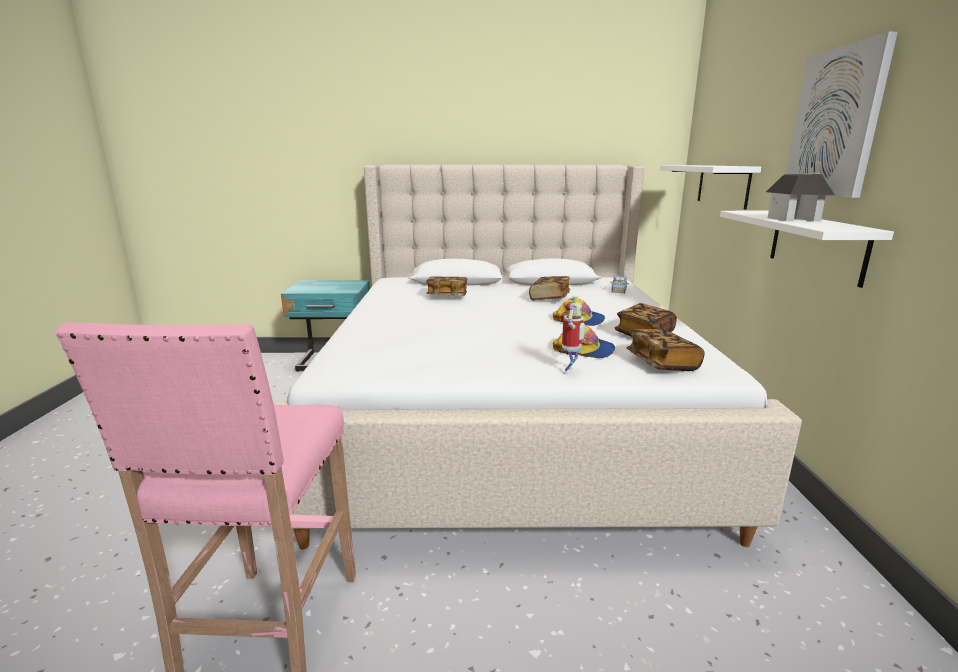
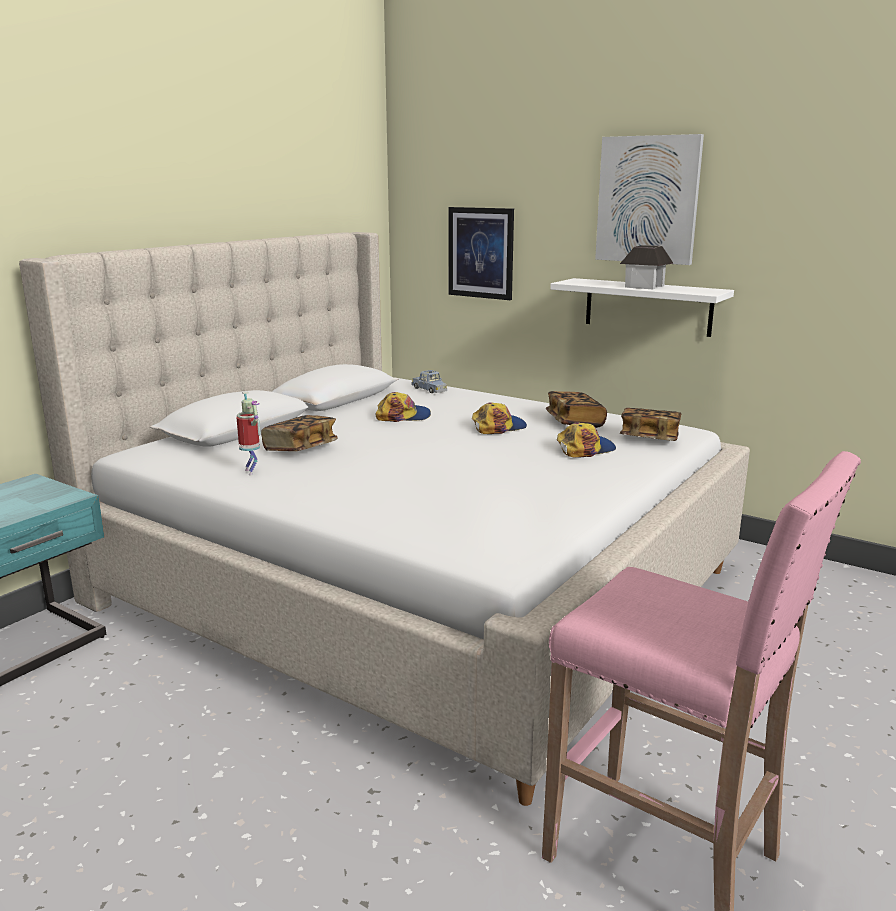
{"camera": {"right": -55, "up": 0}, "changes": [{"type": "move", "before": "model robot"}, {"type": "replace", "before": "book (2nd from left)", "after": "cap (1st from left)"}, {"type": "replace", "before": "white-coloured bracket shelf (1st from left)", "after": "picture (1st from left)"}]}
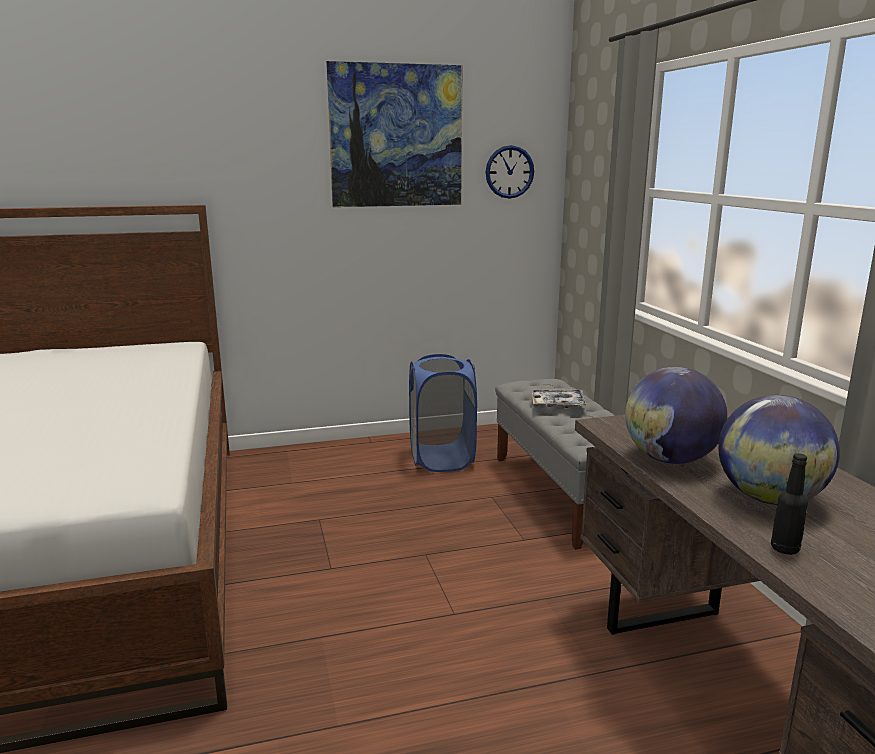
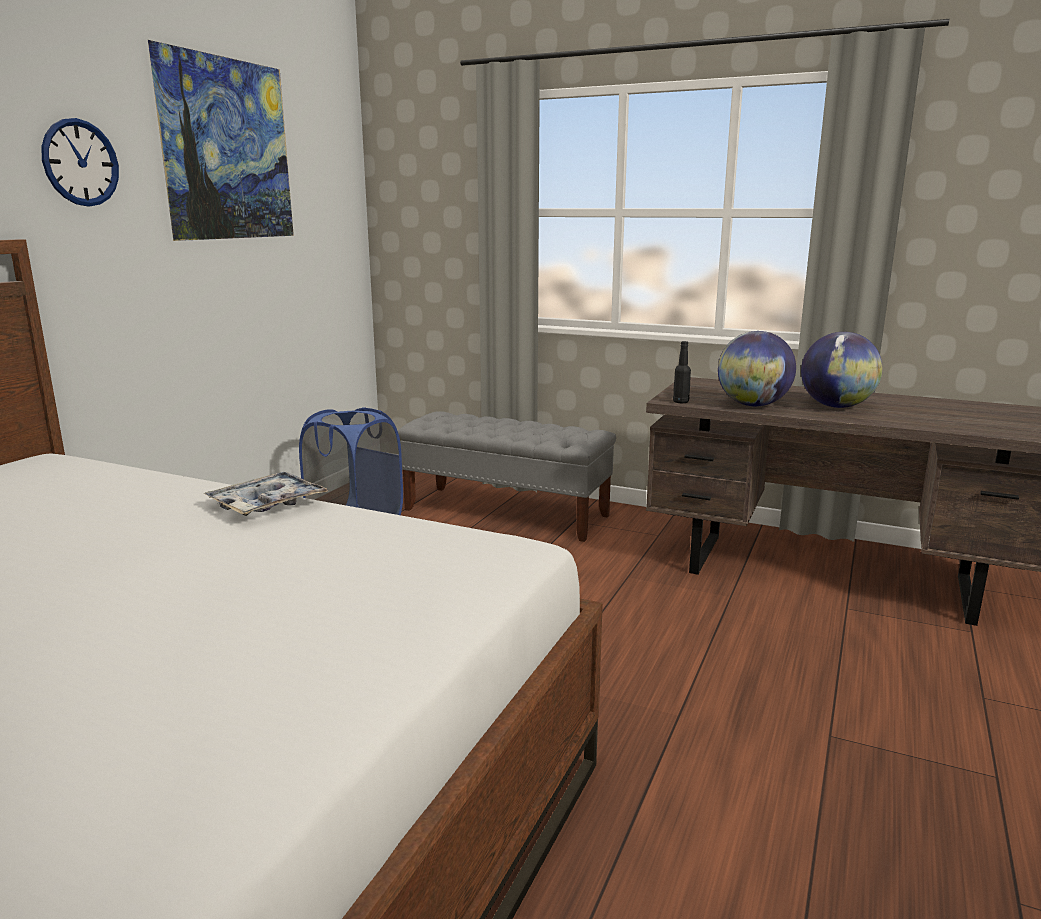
{"camera": {"right": -50, "up": 0}, "changes": [{"type": "move", "before": "clock on the wall"}, {"type": "move", "before": "carrying tray"}, {"type": "move", "before": "black drink bottle"}]}
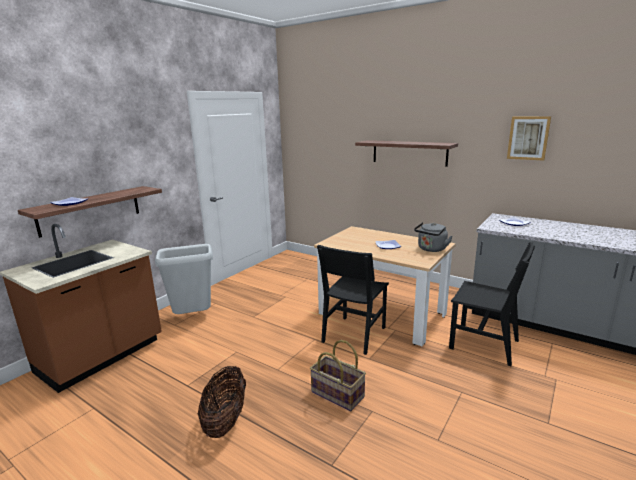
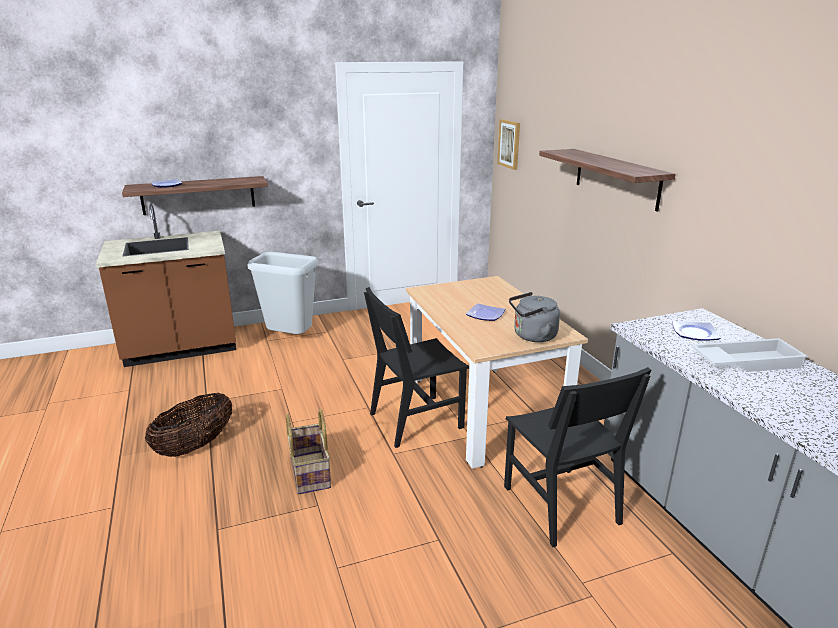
{"camera": {"right": 35, "up": 5}, "changes": [{"type": "move", "before": "picture"}, {"type": "insert", "after": "white-coloured carrying tray"}]}
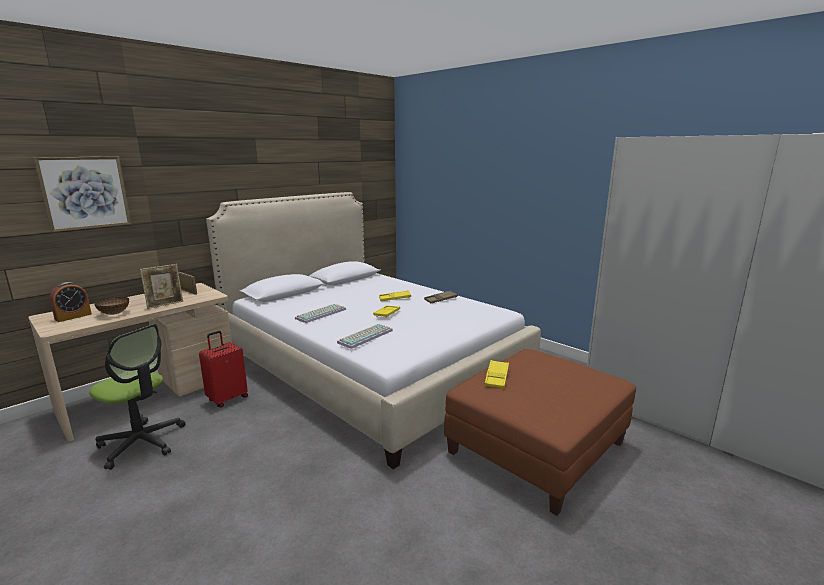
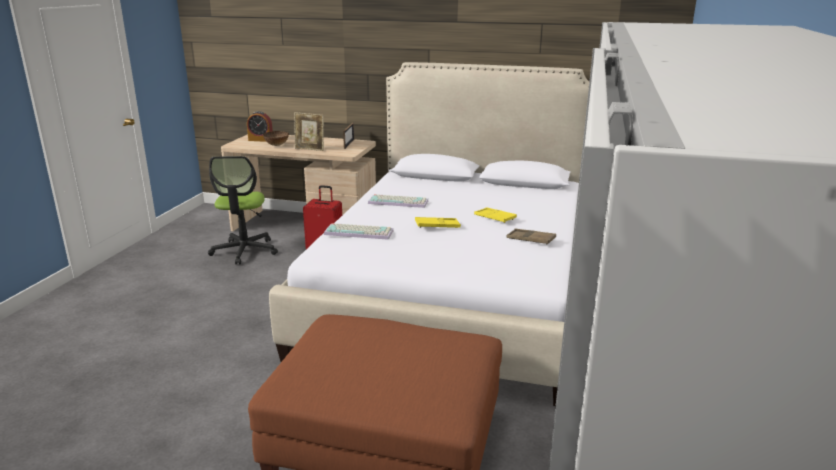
{"camera": {"right": 60, "up": 5}, "changes": [{"type": "delete", "before": "picture"}, {"type": "delete", "before": "yellow-coloured carrying tray (3rd from left)"}]}
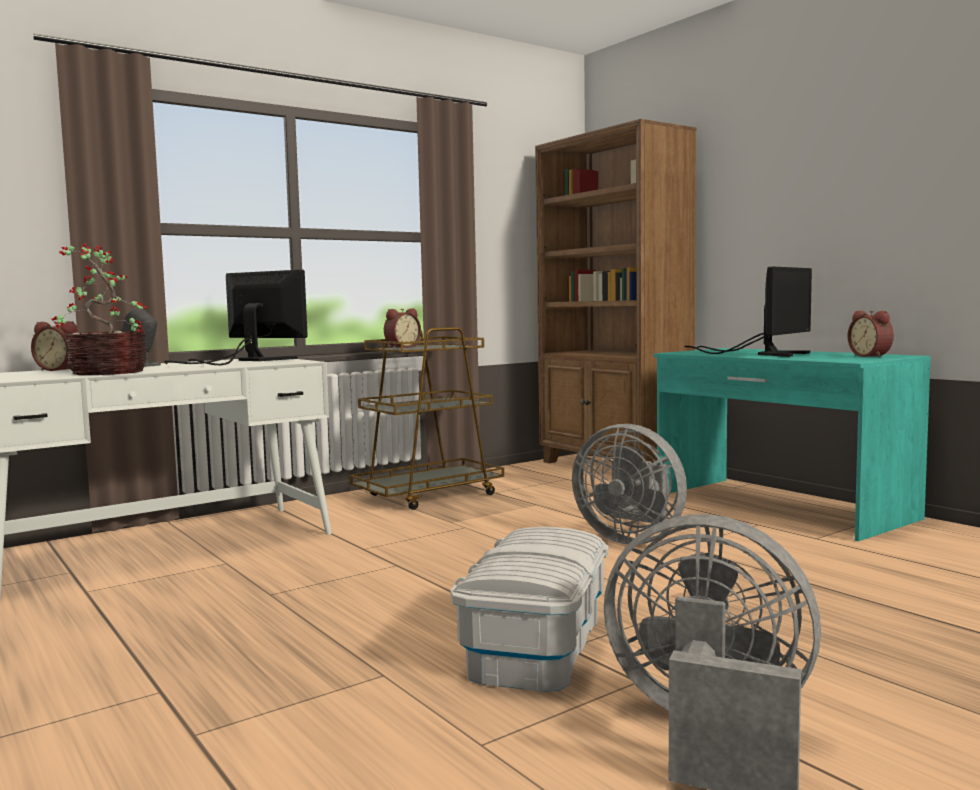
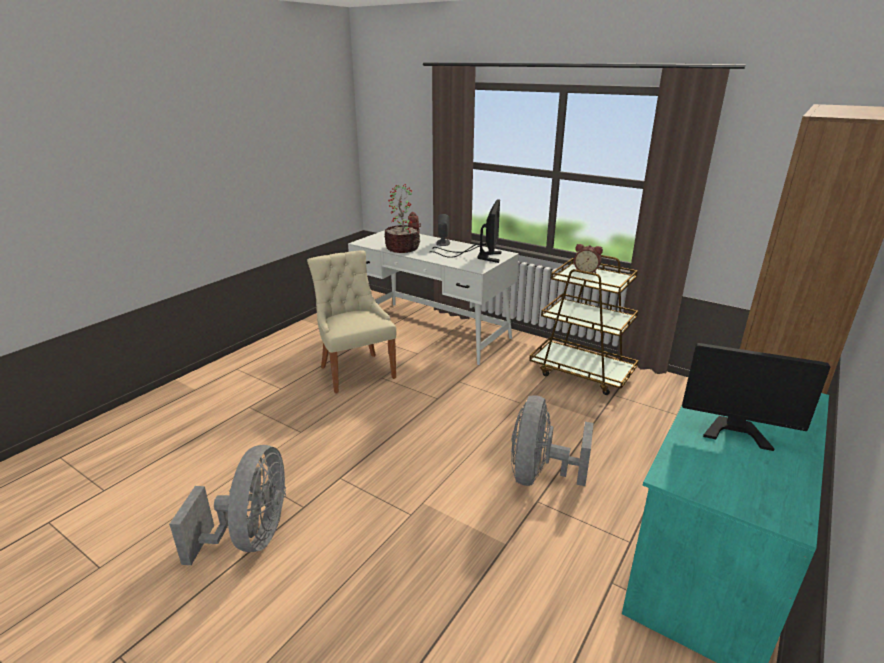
{"camera": {"right": 70, "up": 20}, "changes": [{"type": "insert", "after": "beige-coloured plain chair"}, {"type": "delete", "before": "white-coloured storage box"}, {"type": "delete", "before": "bedside clock (3rd from left)"}]}
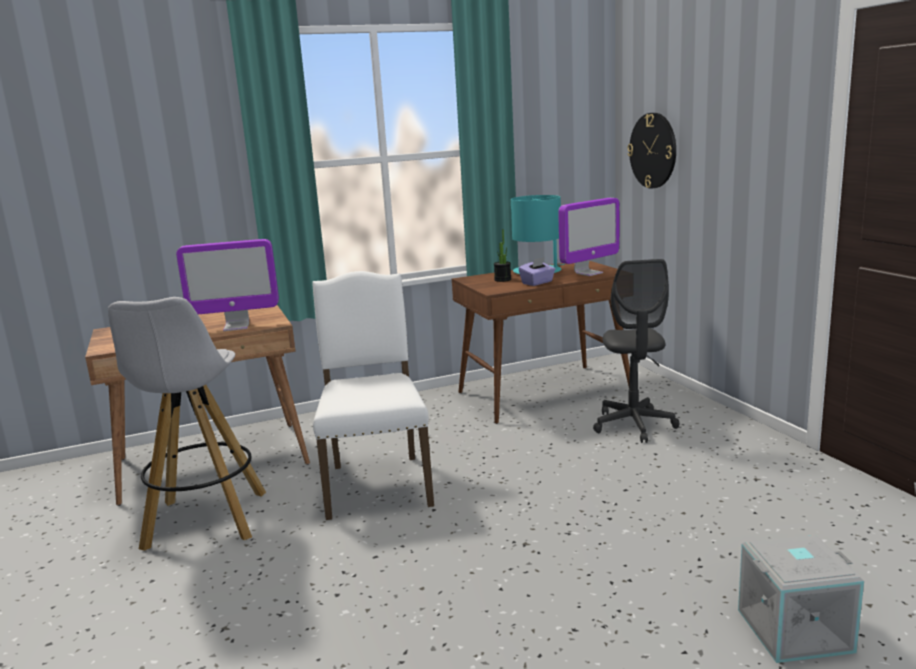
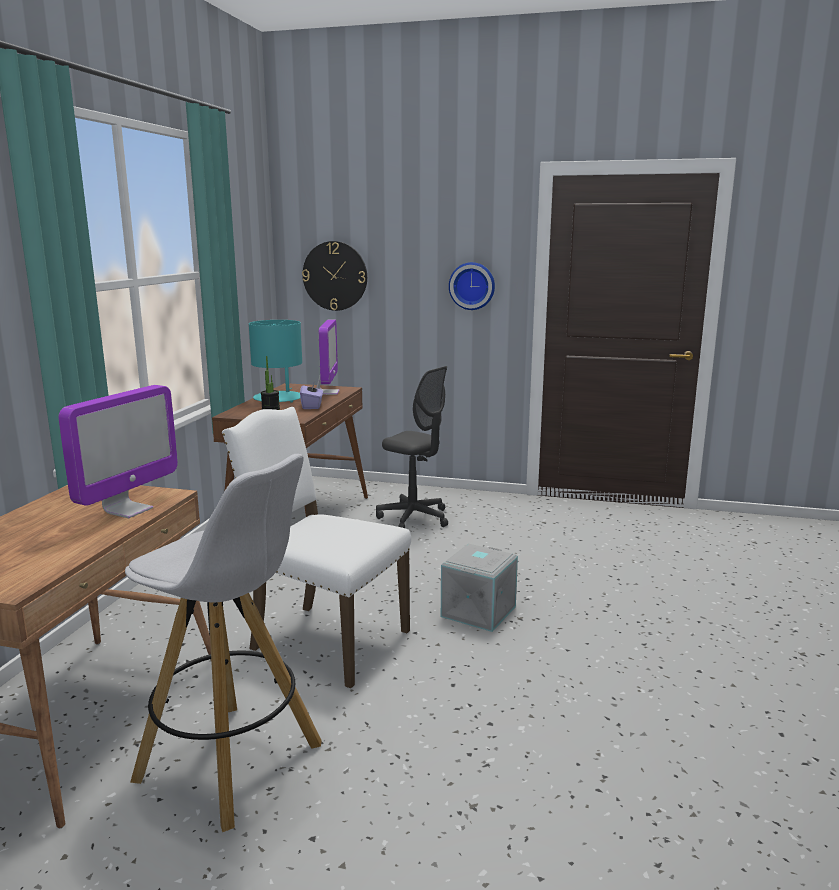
{"camera": {"right": -55, "up": 0}, "changes": [{"type": "move", "before": "greyish storage box"}, {"type": "insert", "after": "clock on the wall (2nd from left)"}]}
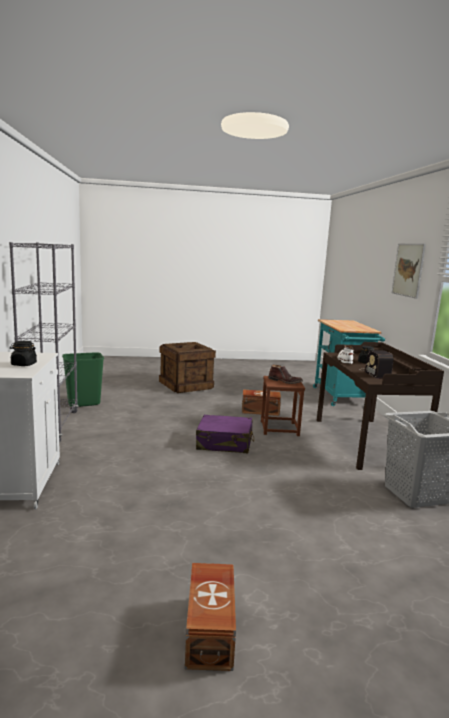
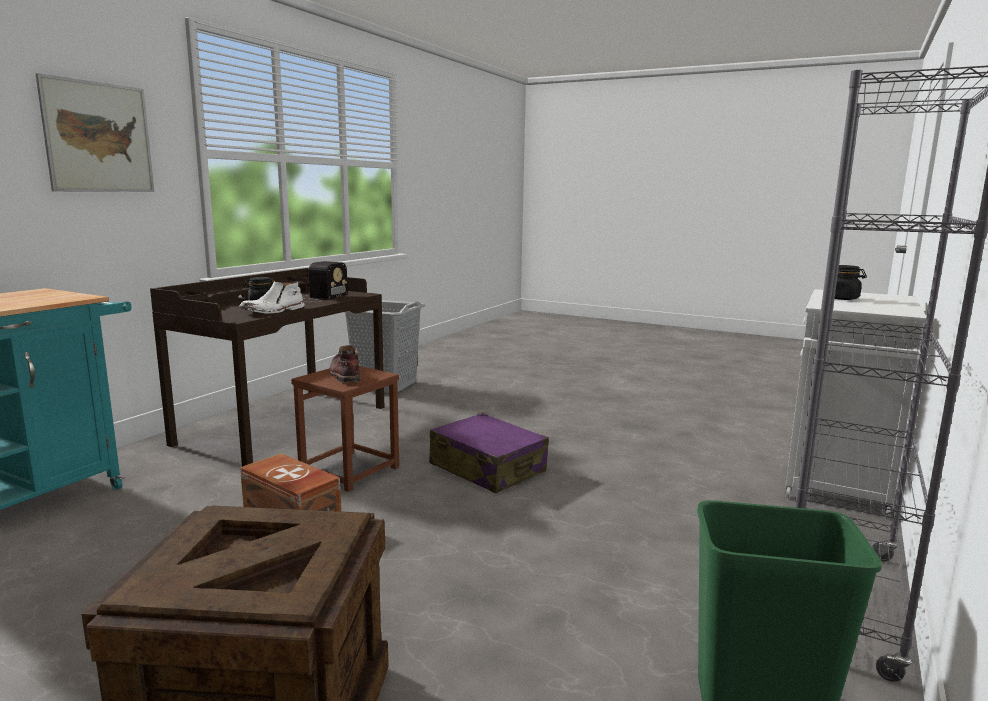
{"camera": {"right": -145, "up": 0}, "changes": [{"type": "delete", "before": "brown storage box (1st from left)"}]}
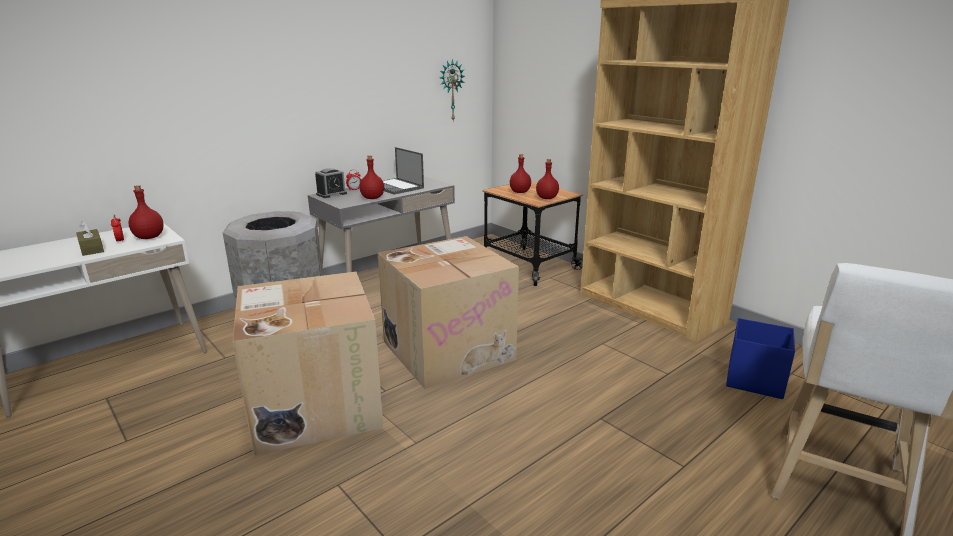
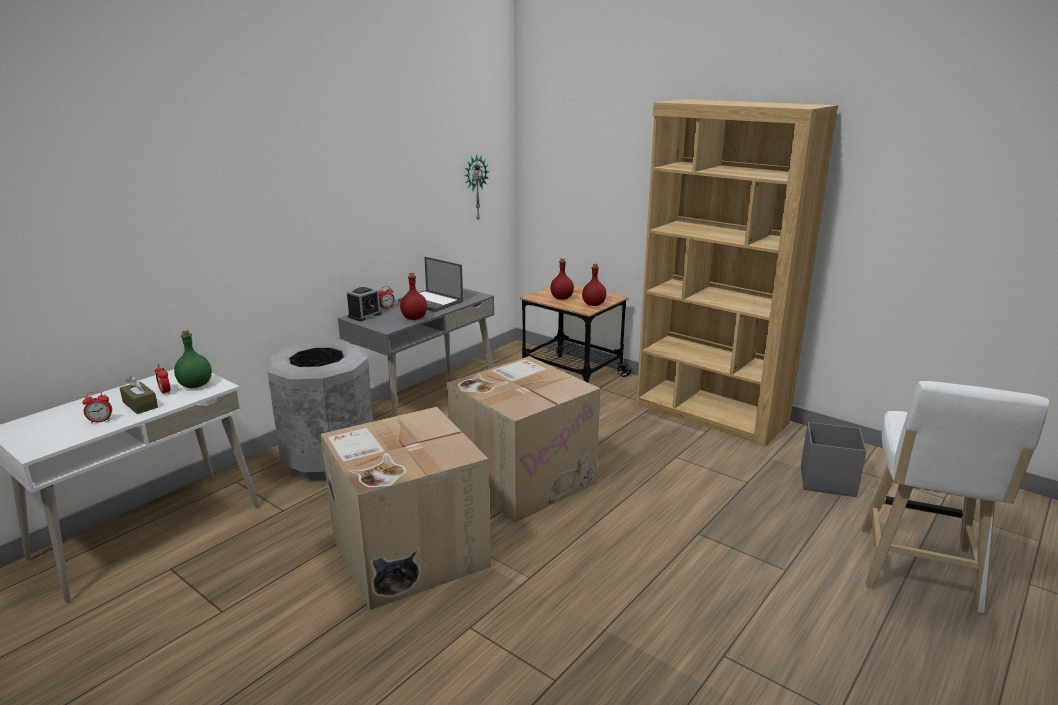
{"camera": {"right": -10, "up": 0}, "changes": [{"type": "insert", "after": "bedside clock (1st from left)"}, {"type": "recolor", "before": "red drink bottle (1st from left)", "after": "greenish drink bottle"}, {"type": "recolor", "before": "bluish storage box", "after": "greyish storage box"}]}
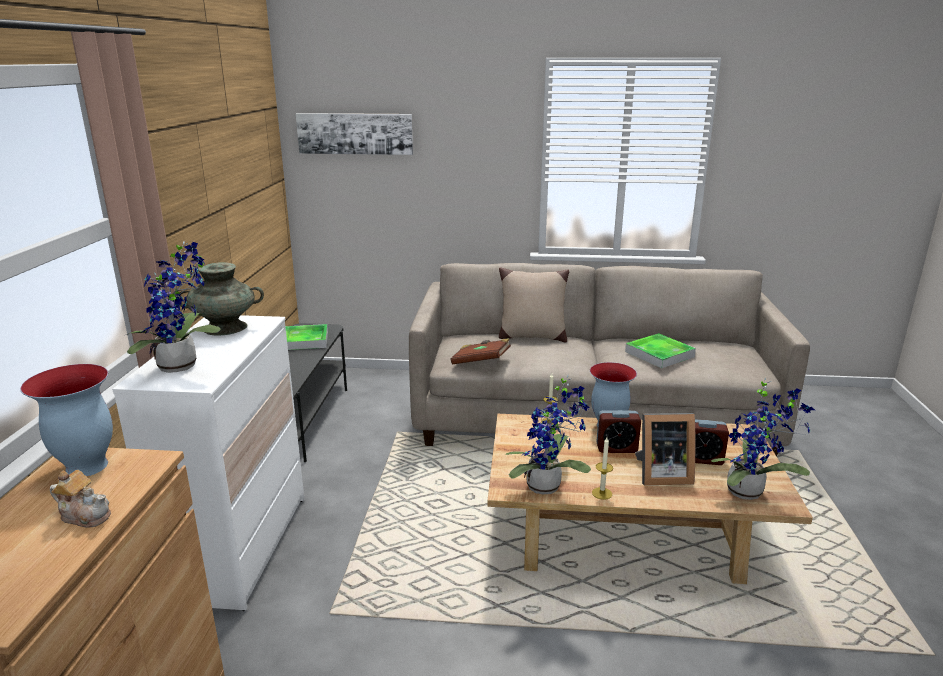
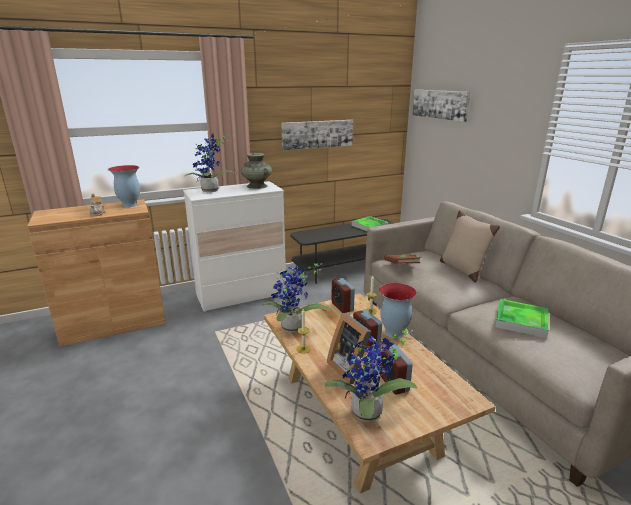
{"camera": {"right": 60, "up": 0}, "changes": [{"type": "insert", "after": "picture (1st from left)"}, {"type": "insert", "after": "bedside clock (1st from left)"}]}
